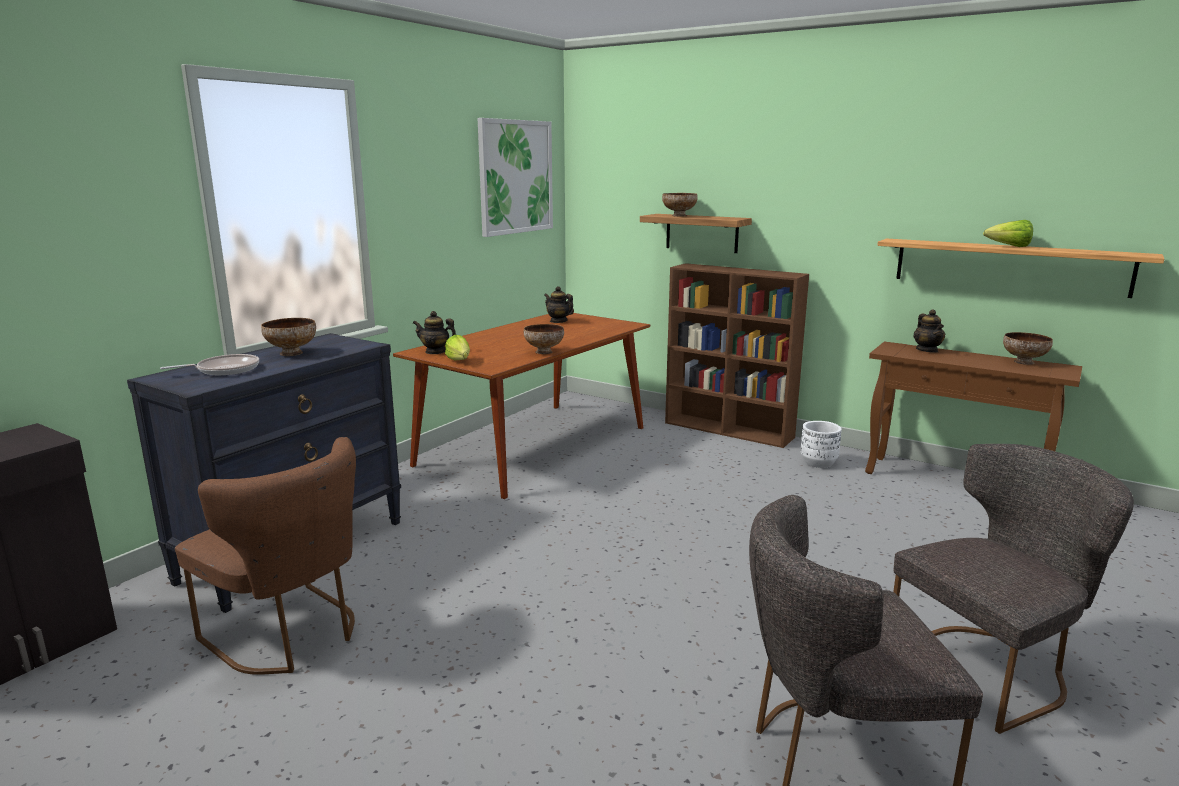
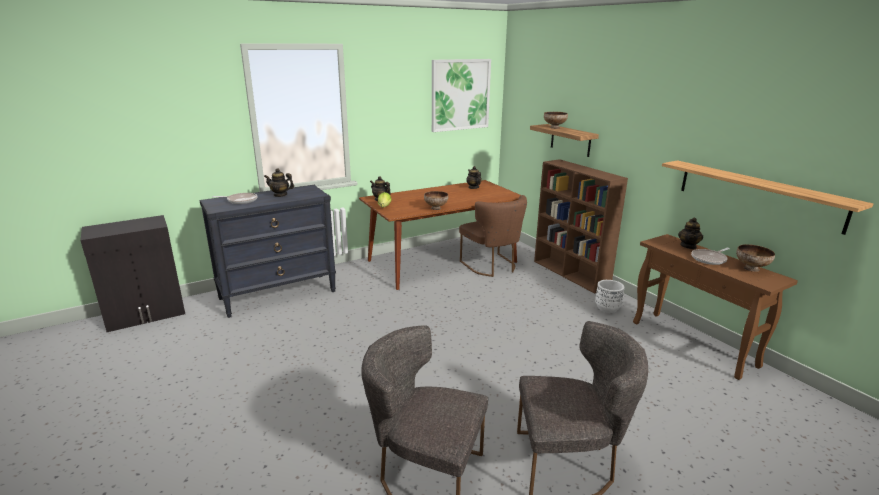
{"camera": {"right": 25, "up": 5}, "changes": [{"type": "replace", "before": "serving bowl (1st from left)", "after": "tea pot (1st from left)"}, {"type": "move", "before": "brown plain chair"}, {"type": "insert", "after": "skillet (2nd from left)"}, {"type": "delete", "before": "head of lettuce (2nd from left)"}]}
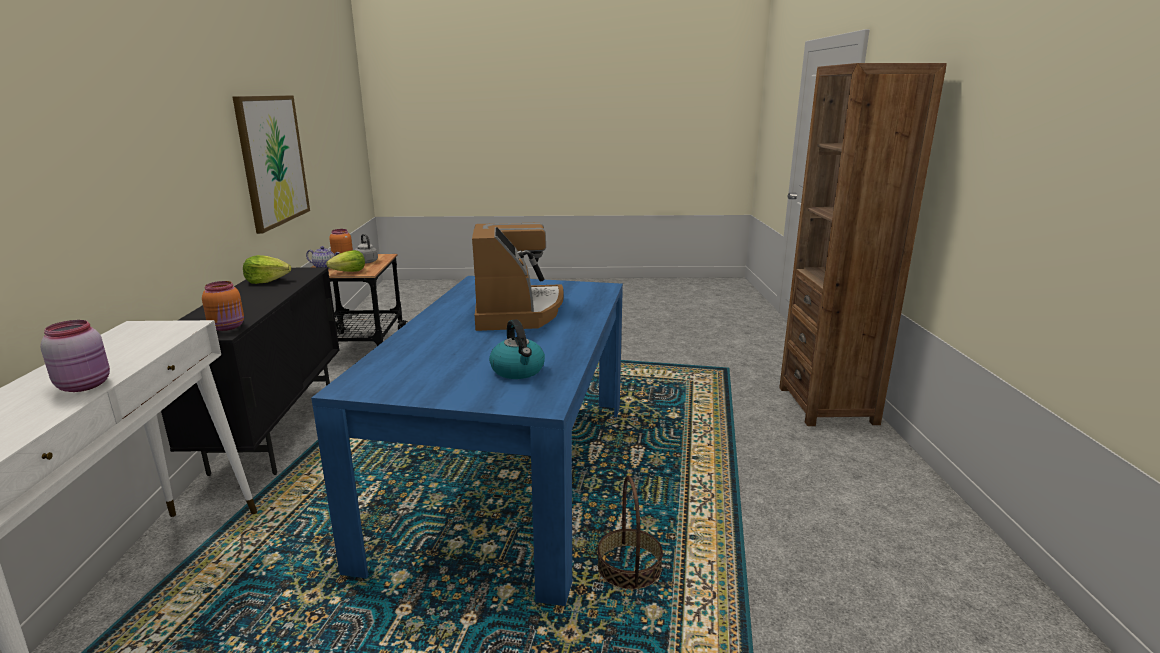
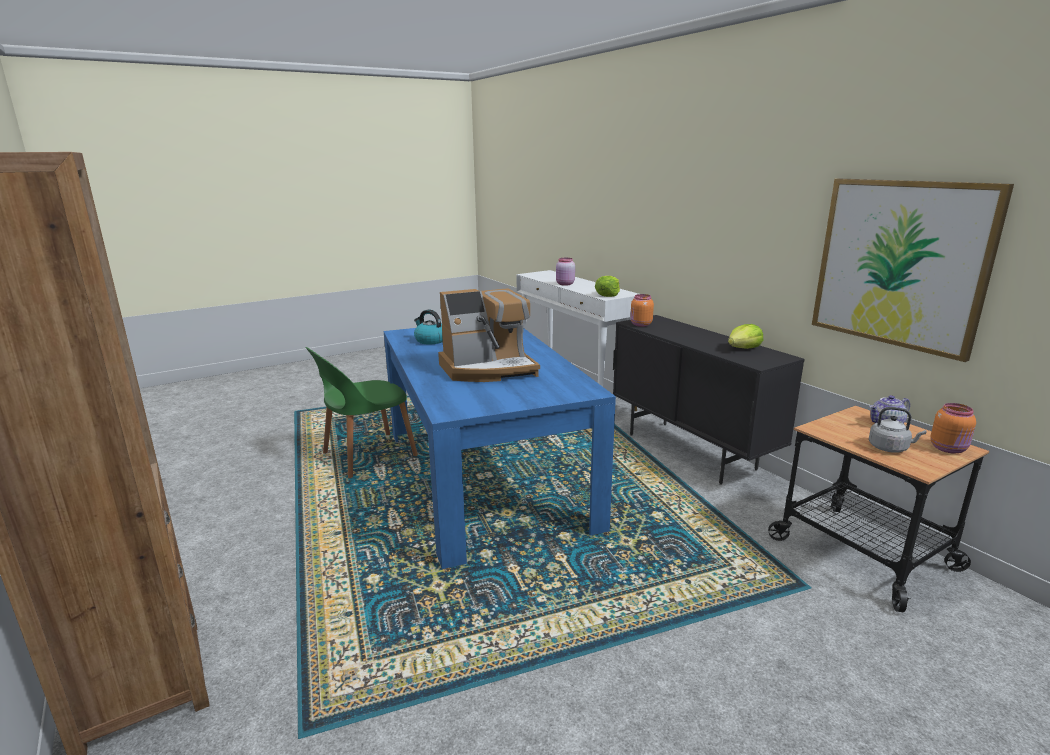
{"camera": {"right": 150, "up": 0}, "changes": [{"type": "replace", "before": "household basket", "after": "greenish plain chair"}, {"type": "rotate", "before": "coffee machine", "turn": -75}, {"type": "move", "before": "head of lettuce (2nd from left in the first image)", "after": "head of lettuce (1st from left)"}]}
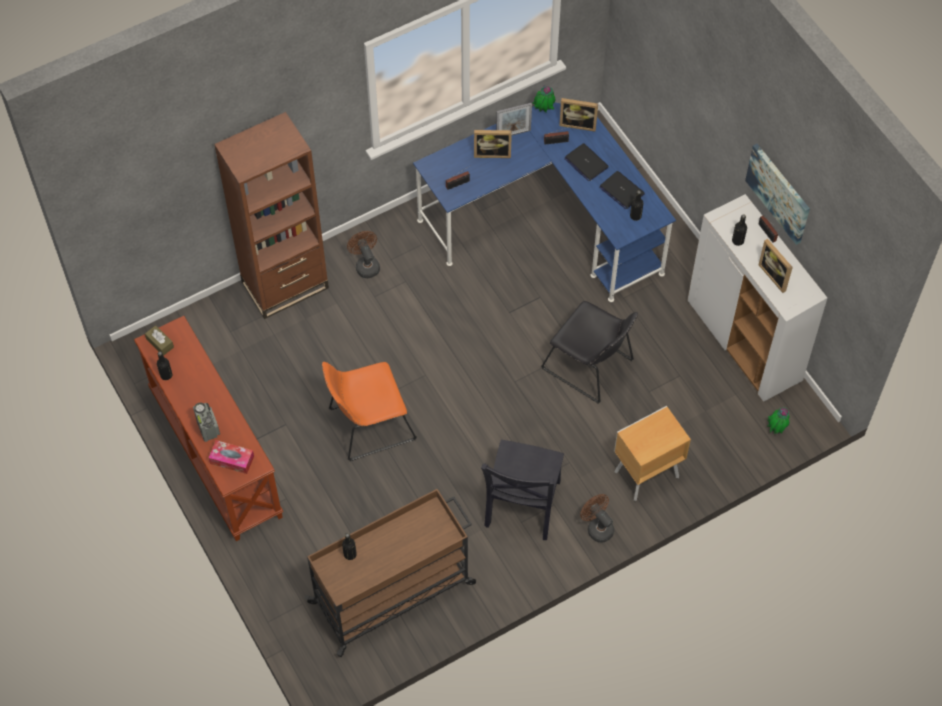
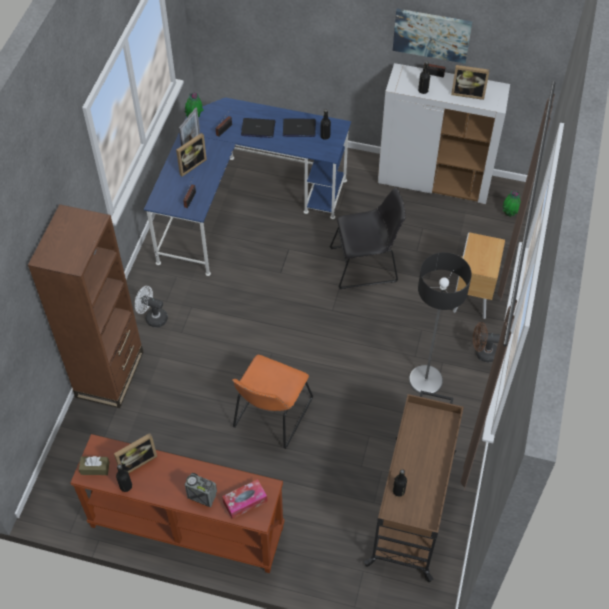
{"camera": {"right": -45, "up": -5}, "changes": [{"type": "move", "before": "photo frame (3rd from left in the first image)", "after": "photo frame (1st from left)"}, {"type": "recolor", "before": "brown cooling fan (1st from left)", "after": "white-coloured cooling fan"}, {"type": "replace", "before": "black plain chair (1st from left)", "after": "floor lamp"}]}
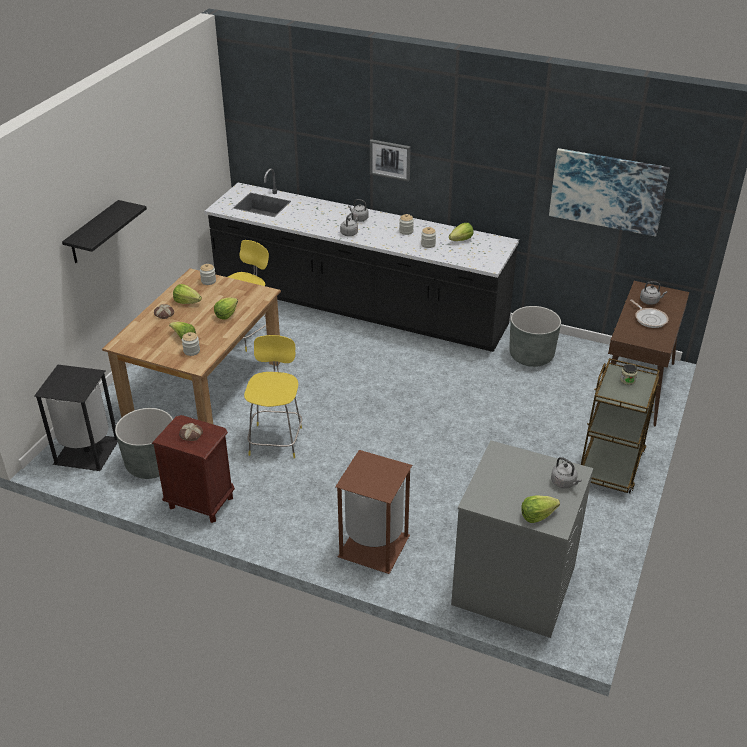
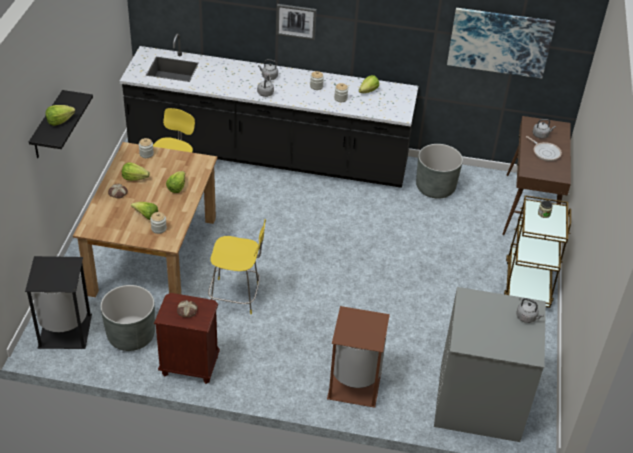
{"camera": {"right": -15, "up": 5}, "changes": [{"type": "move", "before": "head of lettuce (5th from left in the first image)", "after": "head of lettuce (1st from left)"}, {"type": "rotate", "before": "yellow-coloured plain chair (2nd from left)", "turn": 105}]}
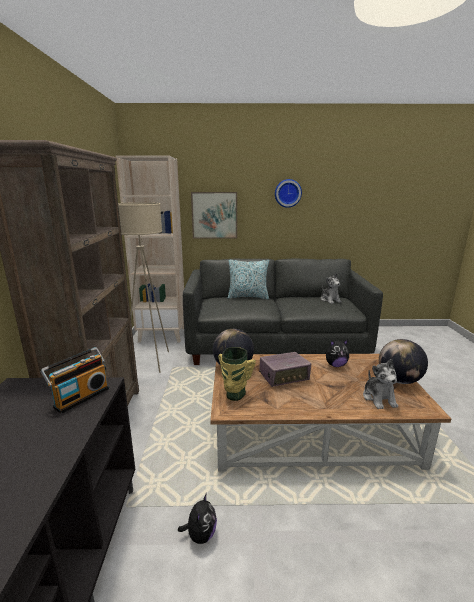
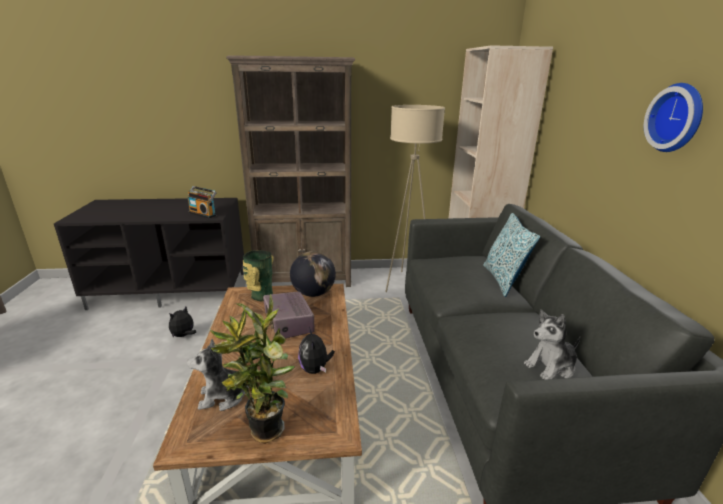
{"camera": {"right": 85, "up": 5}, "changes": [{"type": "rotate", "before": "soft toy (1st from left)", "turn": 120}, {"type": "replace", "before": "desk globe (2nd from left)", "after": "plant in a pot"}, {"type": "delete", "before": "picture"}]}
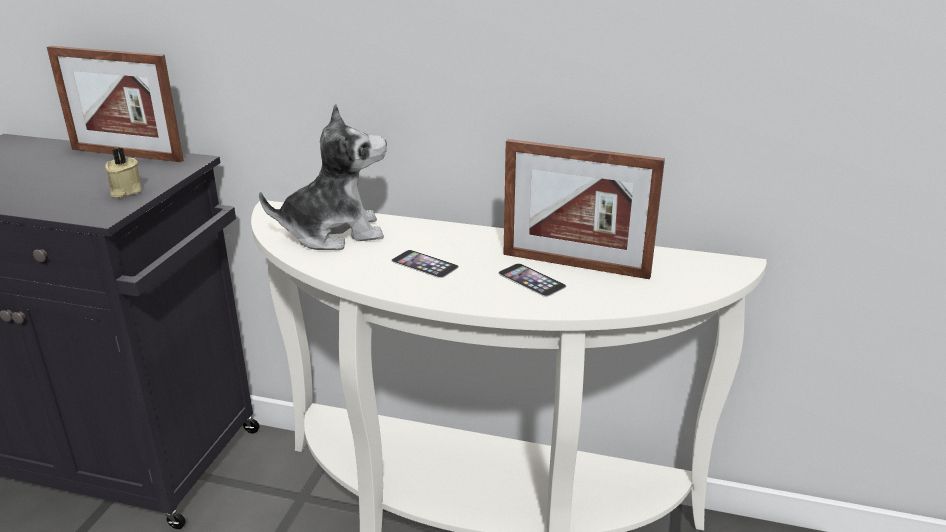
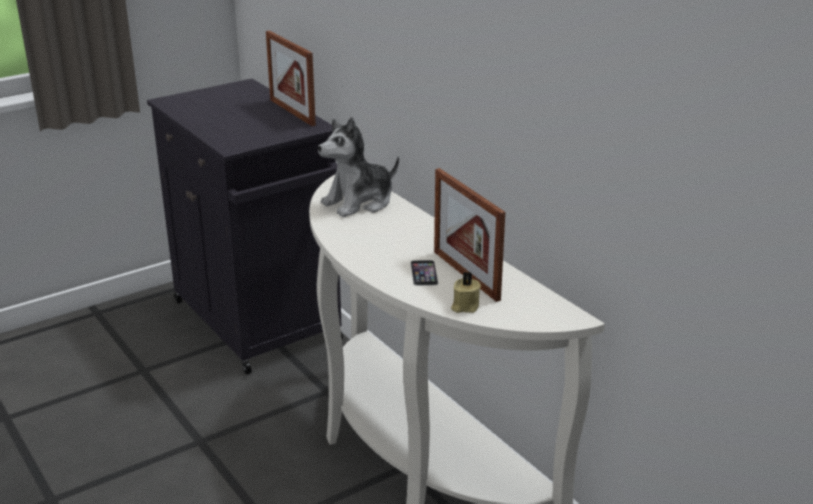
{"camera": {"right": 40, "up": 0}, "changes": [{"type": "rotate", "before": "soft toy", "turn": 120}, {"type": "move", "before": "beige-coloured wax candle"}, {"type": "delete", "before": "phone (1st from left)"}]}
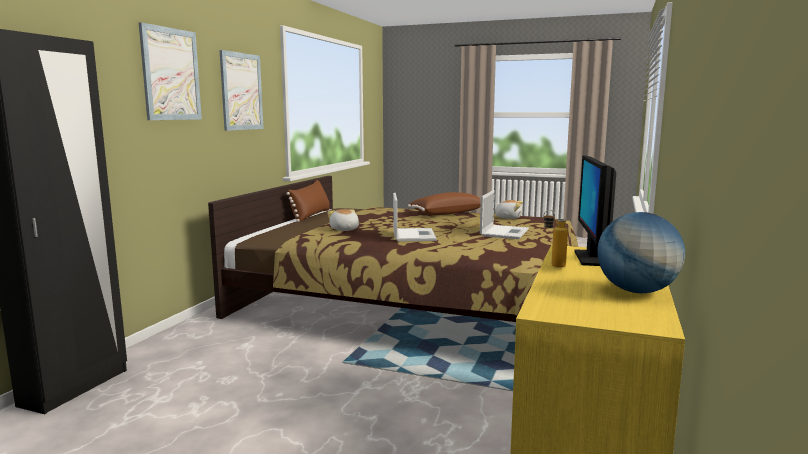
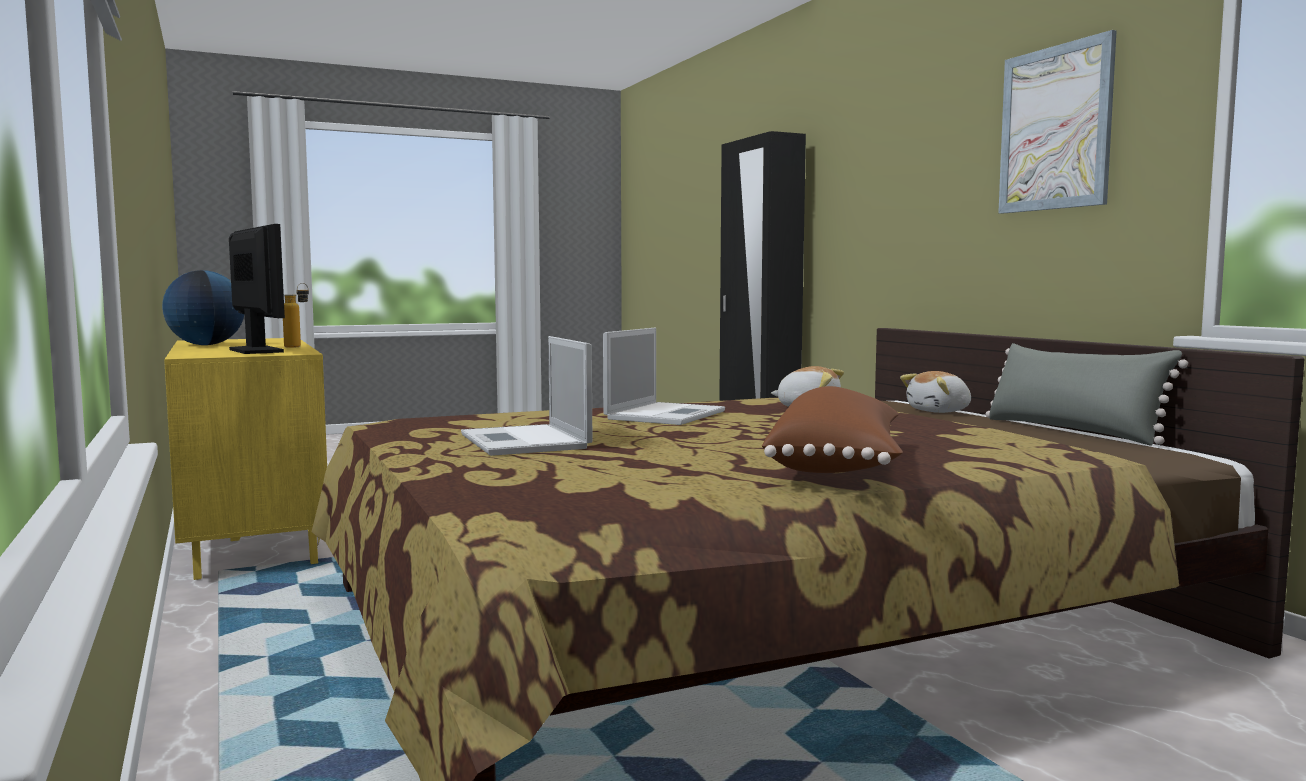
{"camera": {"right": 135, "up": -5}, "changes": [{"type": "rotate", "before": "laptop (1st from left in the first image)", "turn": -105}, {"type": "move", "before": "soft toy (2nd from left)"}, {"type": "recolor", "before": "brown cushion (1st from left)", "after": "greyish cushion"}, {"type": "delete", "before": "picture (1st from left)"}]}
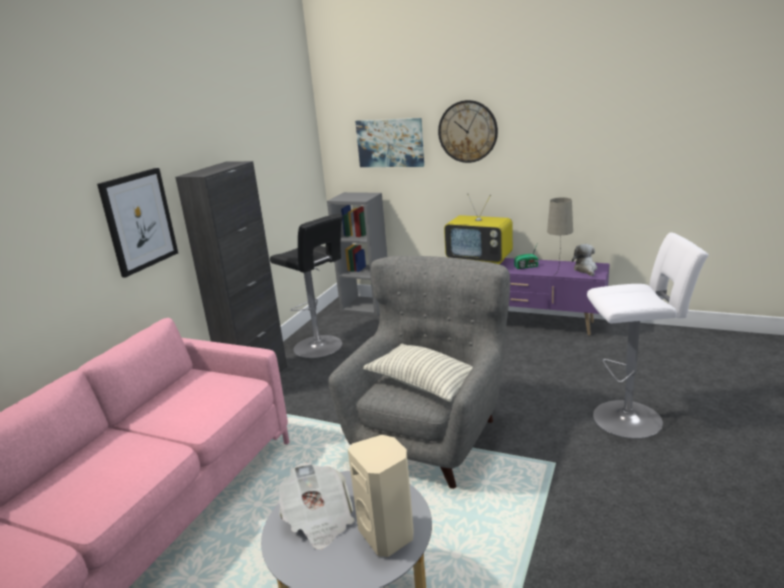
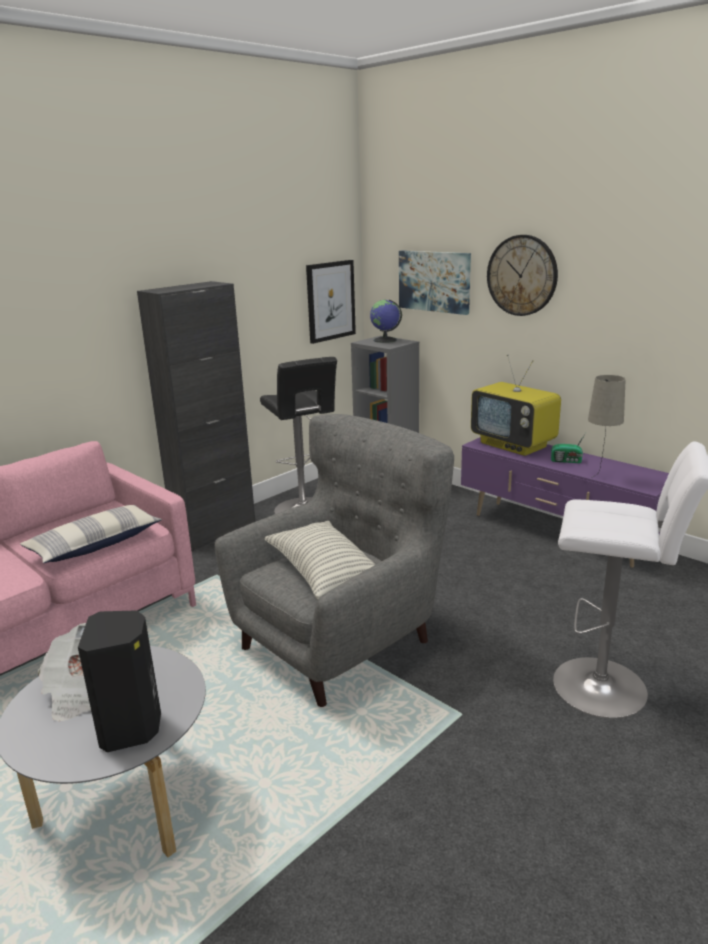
{"camera": {"right": 20, "up": 0}, "changes": [{"type": "insert", "after": "cushion (1st from left)"}, {"type": "recolor", "before": "beige-coloured loudspeaker", "after": "black loudspeaker"}, {"type": "move", "before": "picture (1st from left)"}, {"type": "insert", "after": "desk globe"}, {"type": "delete", "before": "soft toy"}]}
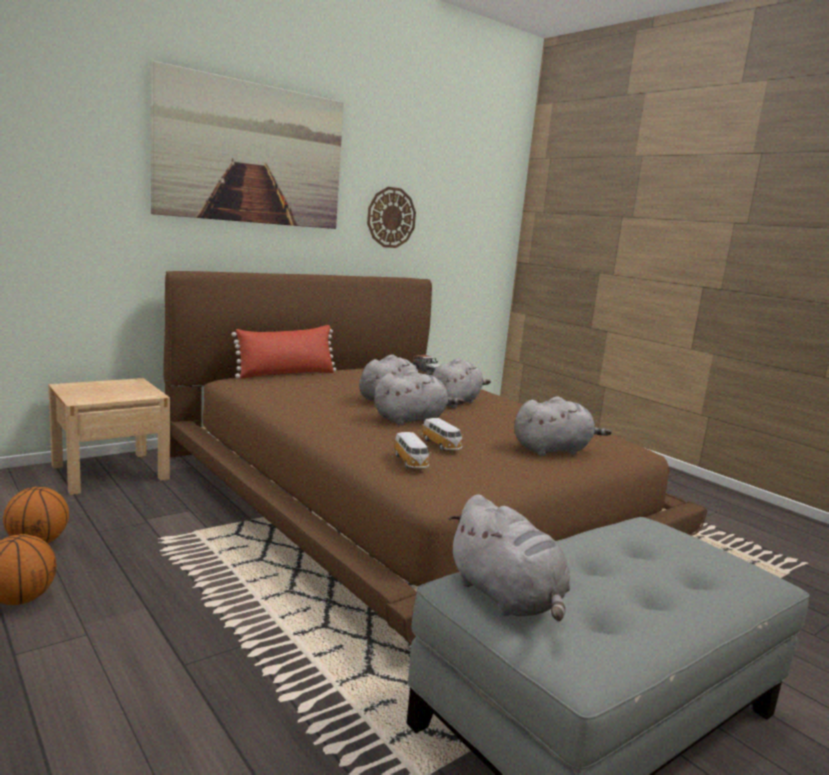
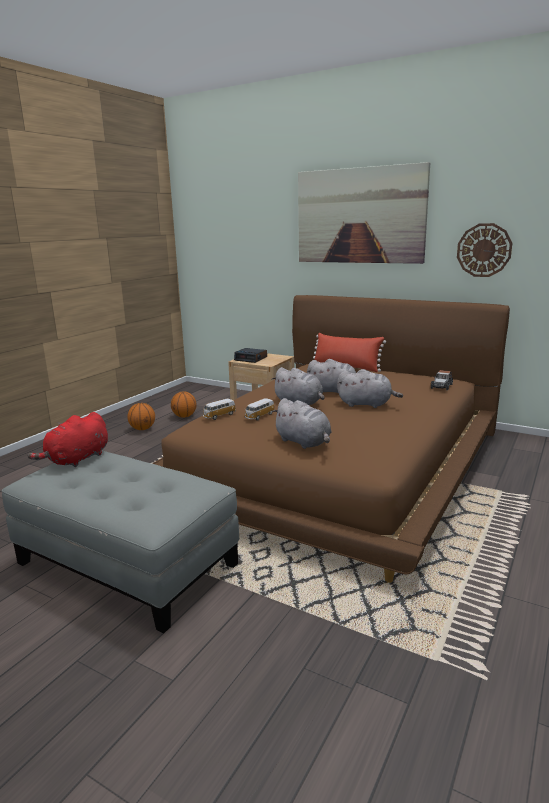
{"camera": {"right": 70, "up": 5}, "changes": [{"type": "recolor", "before": "greyish soft toy (4th from left)", "after": "red soft toy"}, {"type": "insert", "after": "bedside clock"}]}
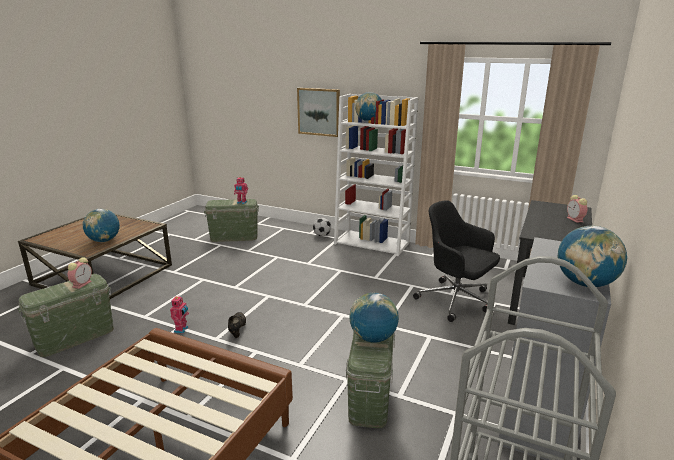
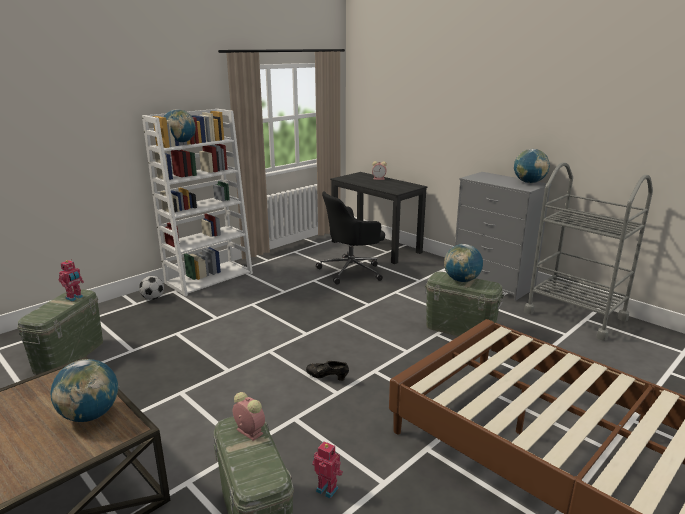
{"camera": {"right": -70, "up": 0}, "changes": [{"type": "move", "before": "model robot (1st from left in the first image)", "after": "model robot (2nd from left)"}, {"type": "delete", "before": "picture"}]}
